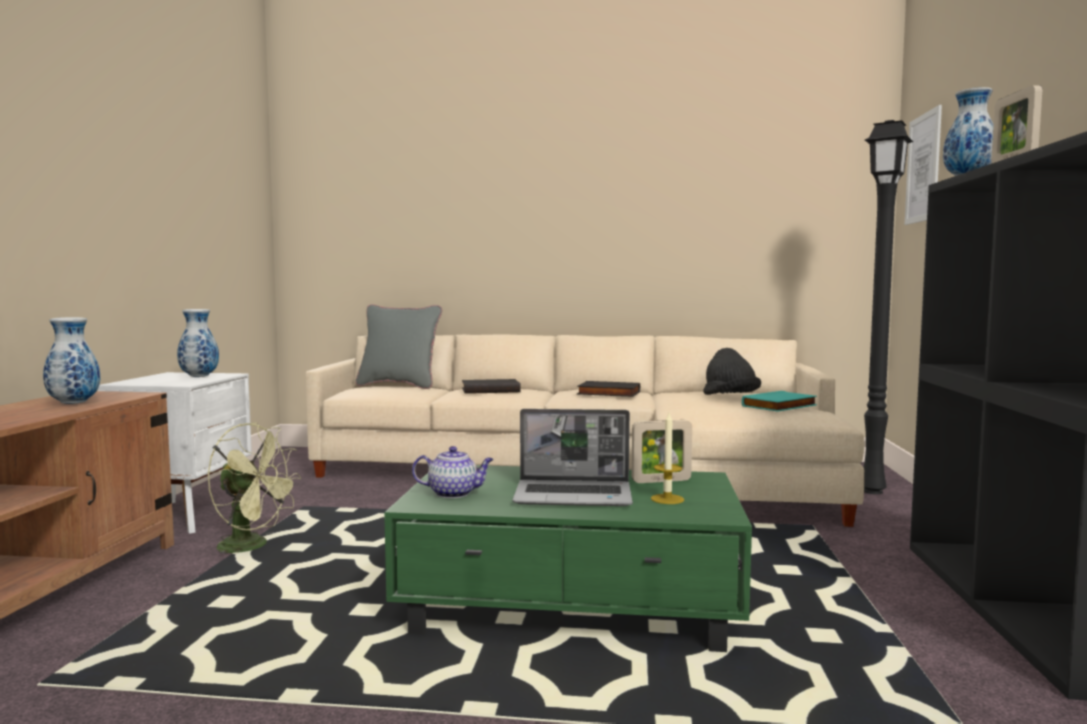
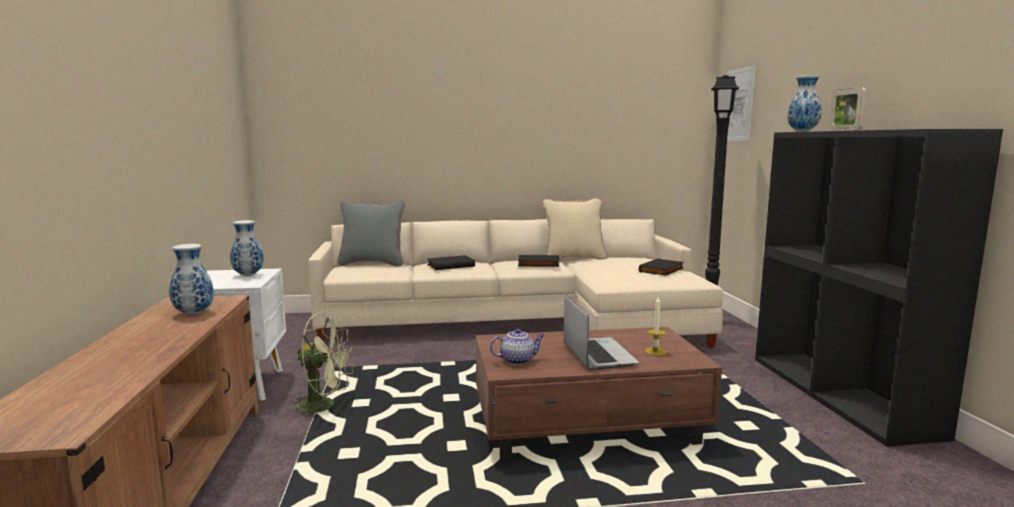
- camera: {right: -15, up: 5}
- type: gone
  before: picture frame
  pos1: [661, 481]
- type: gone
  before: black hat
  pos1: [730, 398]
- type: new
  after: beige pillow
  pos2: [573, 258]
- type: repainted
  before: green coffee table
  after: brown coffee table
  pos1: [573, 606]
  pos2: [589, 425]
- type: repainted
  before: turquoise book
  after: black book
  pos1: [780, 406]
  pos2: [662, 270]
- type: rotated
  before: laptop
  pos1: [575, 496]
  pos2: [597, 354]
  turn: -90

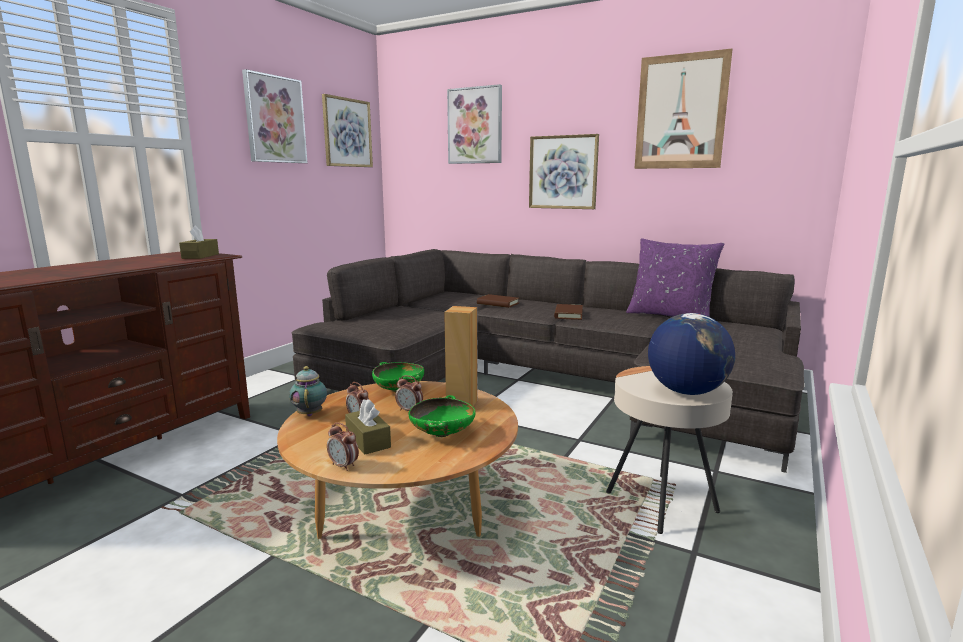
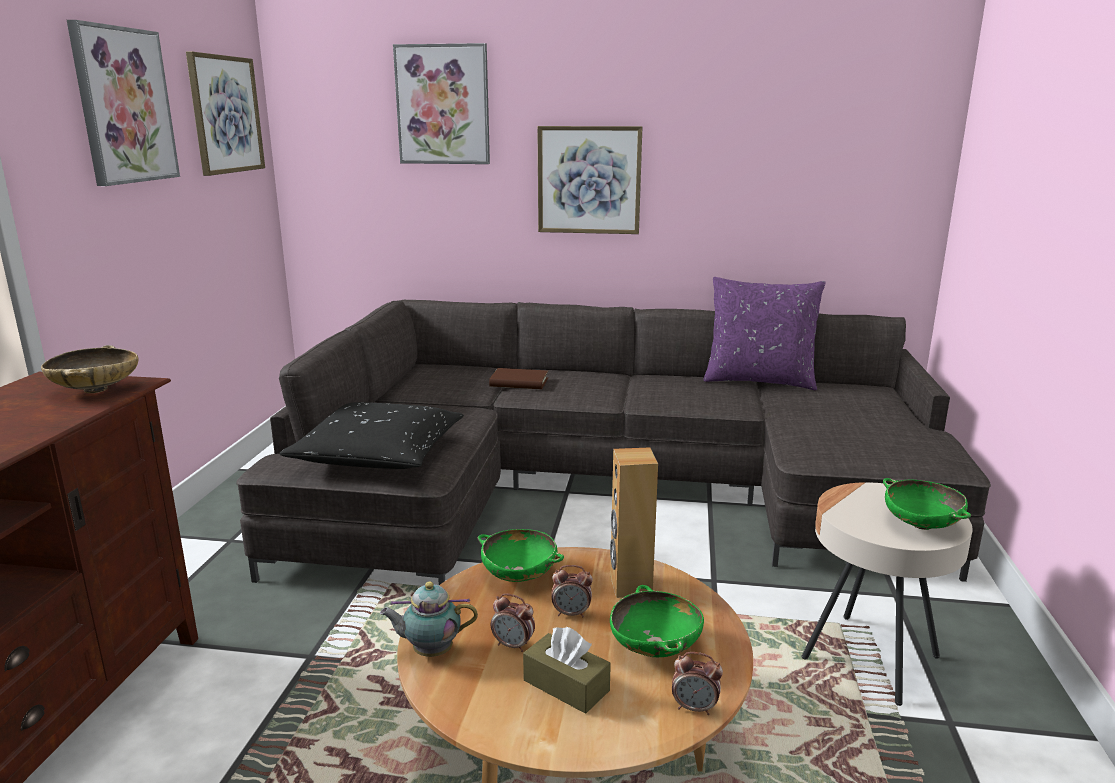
- camera: {right: -20, up: 5}
- type: gone
  before: brown book
  pos1: [568, 314]
- type: gone
  before: picture
  pos1: [680, 112]
- type: new
  after: black pillow
  pos2: [378, 453]
- type: shifted
  before: alarm clock
  pos1: [344, 466]
  pos2: [695, 708]
- type: swapped
  before: brown tissue box
  after: beige bowl
  pos1: [200, 256]
  pos2: [96, 390]
- type: swapped
  before: globe
  after: green bowl
  pos1: [686, 391]
  pos2: [921, 525]
- type: rotated
  before: teapot
  pos1: [310, 413]
  pos2: [430, 651]
  turn: -60

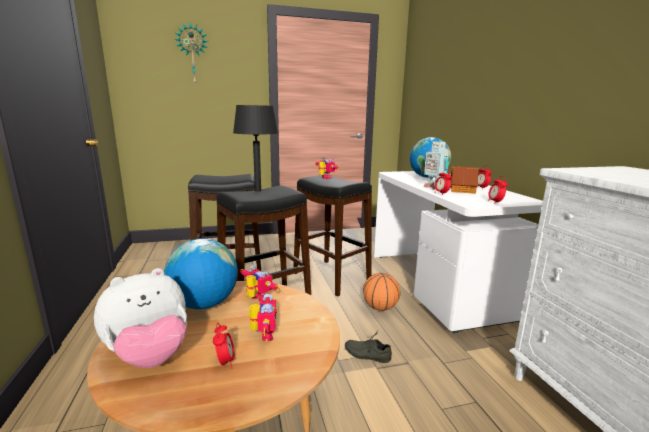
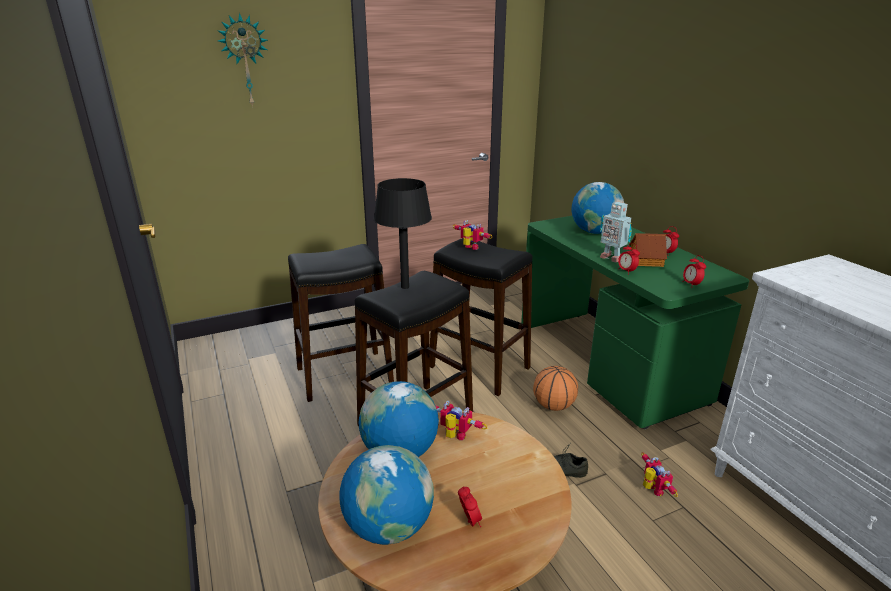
- camera: {right: -10, up: 10}
- type: shifted
  before: toy robot
  pos1: [263, 335]
  pos2: [652, 490]
- type: swapped
  before: plush toy
  after: globe
  pos1: [150, 356]
  pos2: [389, 527]
- type: repainted
  before: white desk
  after: green desk
  pos1: [437, 284]
  pos2: [609, 363]

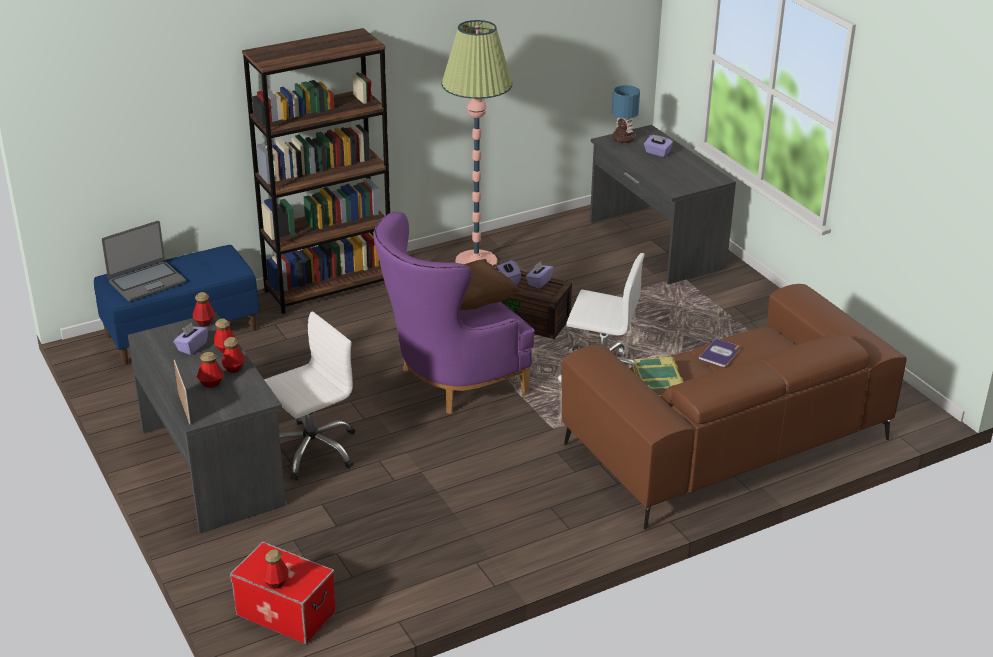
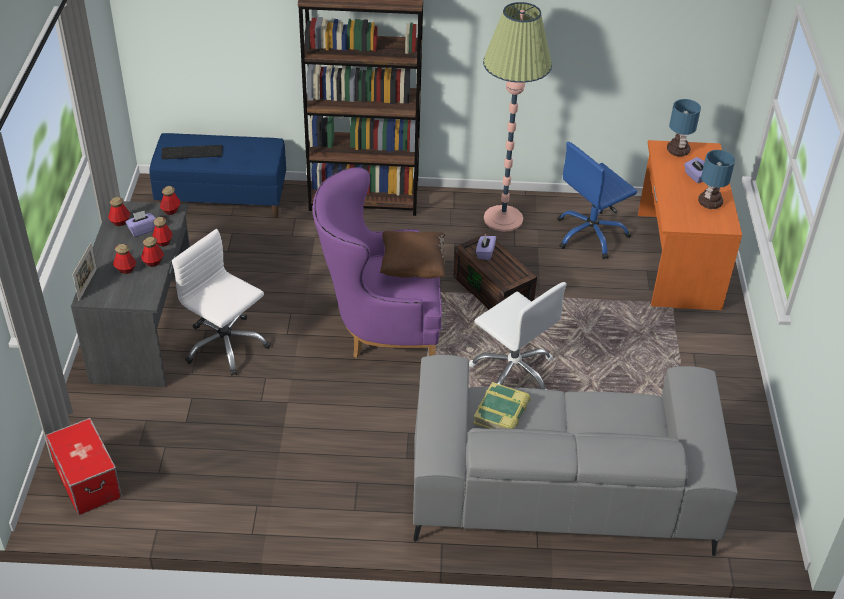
- camera: {right: 30, up: 10}
- type: gone
  before: purple tissue box
  pos1: [539, 282]
- type: gone
  before: book
  pos1: [720, 353]
- type: new
  after: blue office chair
  pos2: [591, 235]
- type: new
  after: table lamp
  pos2: [710, 203]
- type: shifted
  before: bottle
  pos1: [276, 582]
  pos2: [120, 222]
- type: swapped
  before: laptop
  after: keyboard
  pos1: [146, 282]
  pos2: [192, 151]
- type: repainted
  before: brown sofa
  after: grey sofa
  pos1: [725, 440]
  pos2: [560, 487]
- type: repainted
  before: grey desk
  after: orange desk
  pos1: [654, 245]
  pos2: [676, 260]
- type: rotated
  before: white office chair
  pos1: [312, 450]
  pos2: [225, 345]
  turn: -135

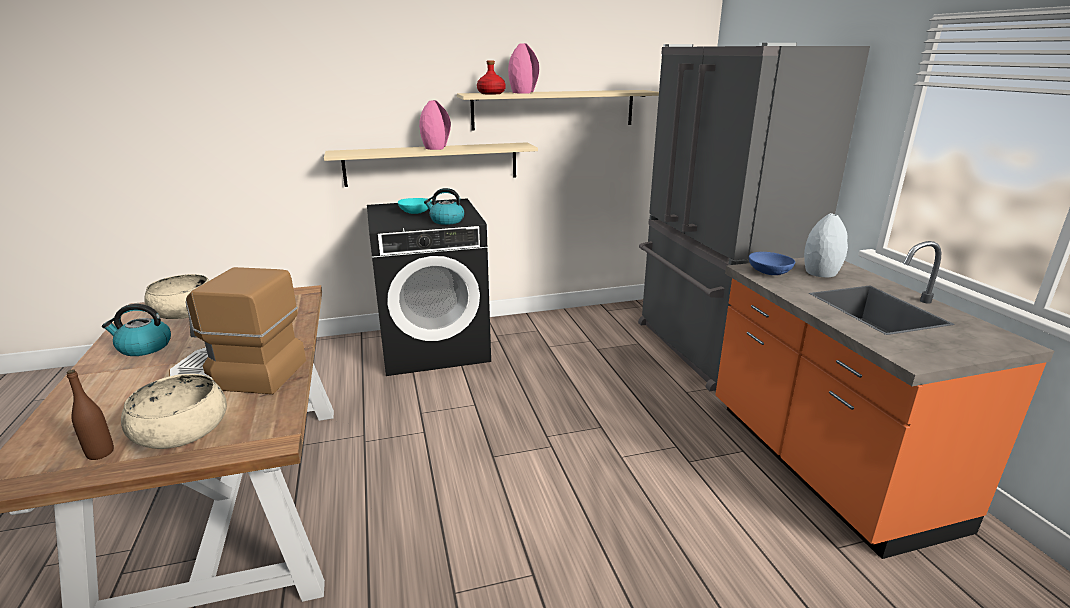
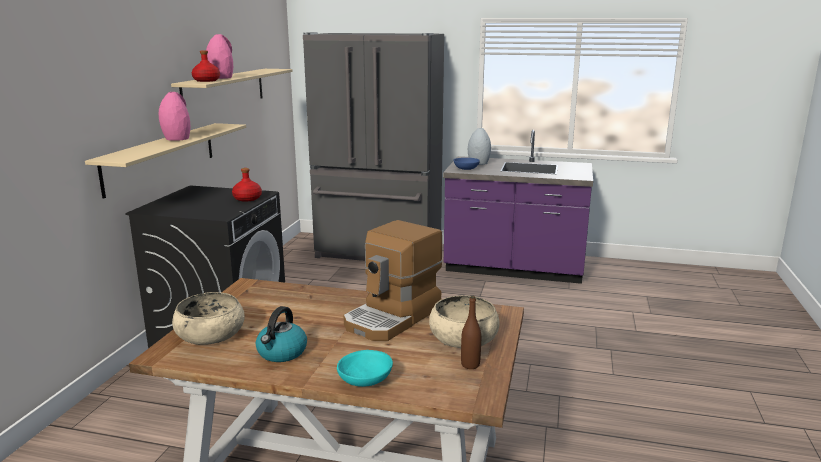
- camera: {right: -60, up: -5}
- type: shifted
  before: turquoise bowl
  pos1: [415, 213]
  pos2: [365, 381]
- type: swapped
  before: kettle
  after: red bottle
  pos1: [446, 221]
  pos2: [248, 198]
- type: repainted
  before: orange counter
  after: purple counter
  pos1: [823, 464]
  pos2: [514, 268]

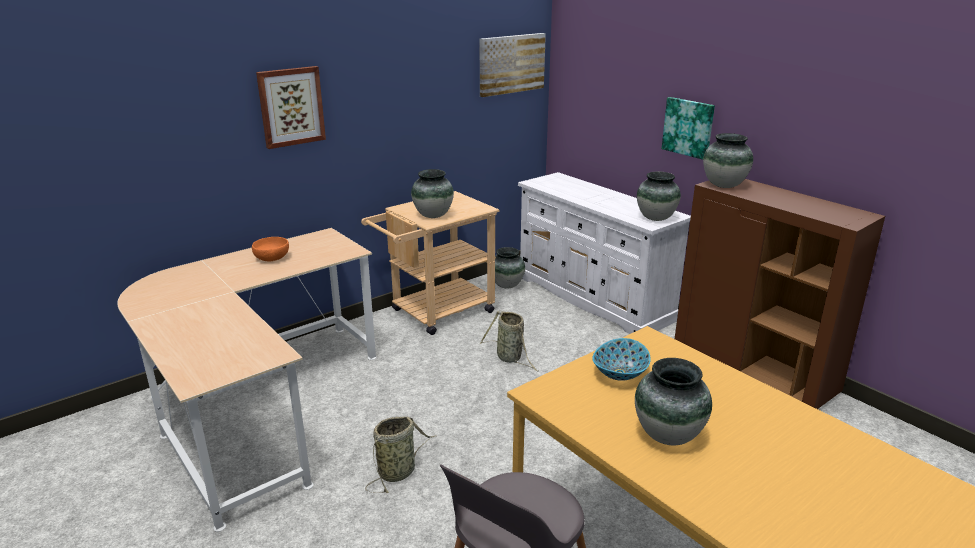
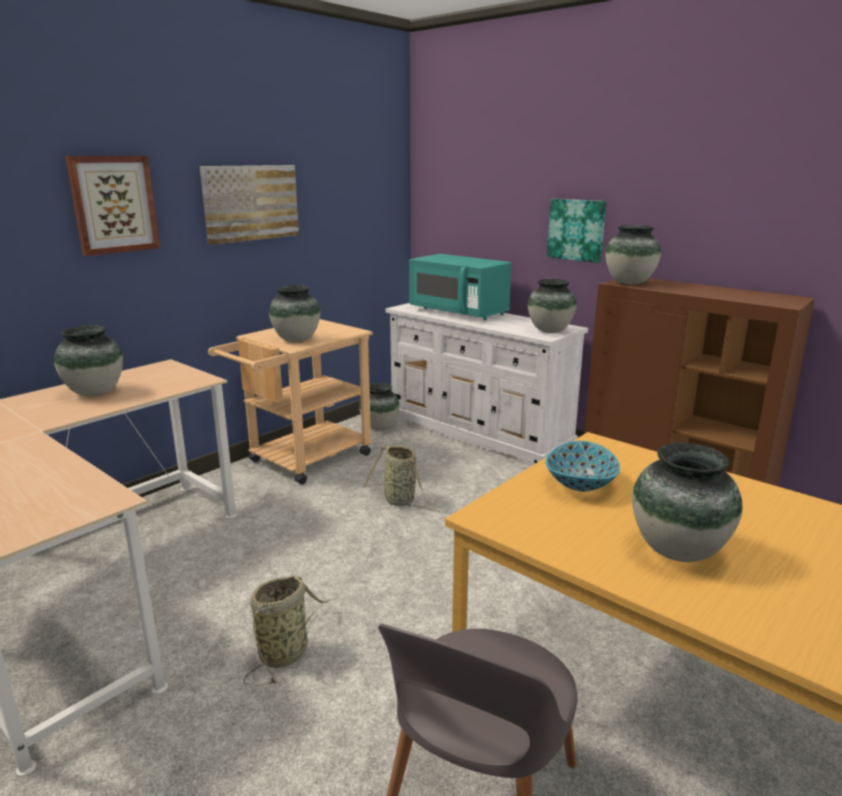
- camera: {right: -10, up: -5}
- type: new
  after: turquoise microwave
  pos2: [458, 312]
- type: shifted
  before: picture
  pos1: [511, 64]
  pos2: [250, 203]
- type: swapped
  before: orange bowl
  after: vase
  pos1: [272, 258]
  pos2: [95, 392]

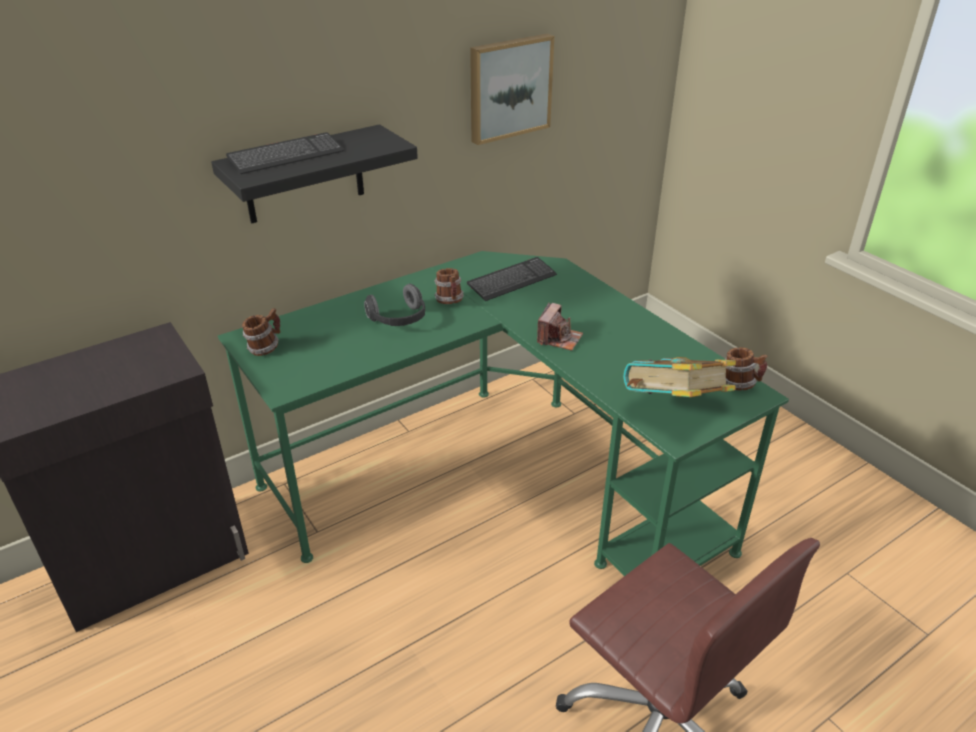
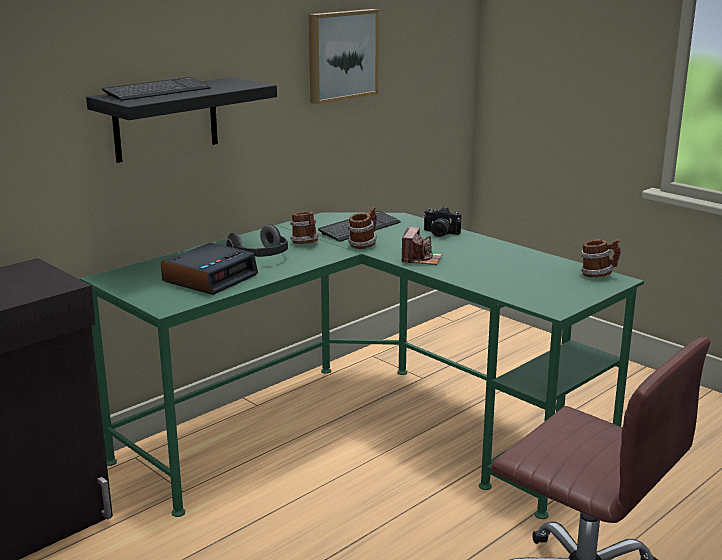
- camera: {right: -10, up: -15}
- type: gone
  before: book
  pos1: [674, 407]
- type: new
  after: alarm clock
  pos2: [210, 278]
- type: new
  after: photo camera
  pos2: [440, 233]
- type: shifted
  before: mug
  pos1: [265, 348]
  pos2: [363, 245]

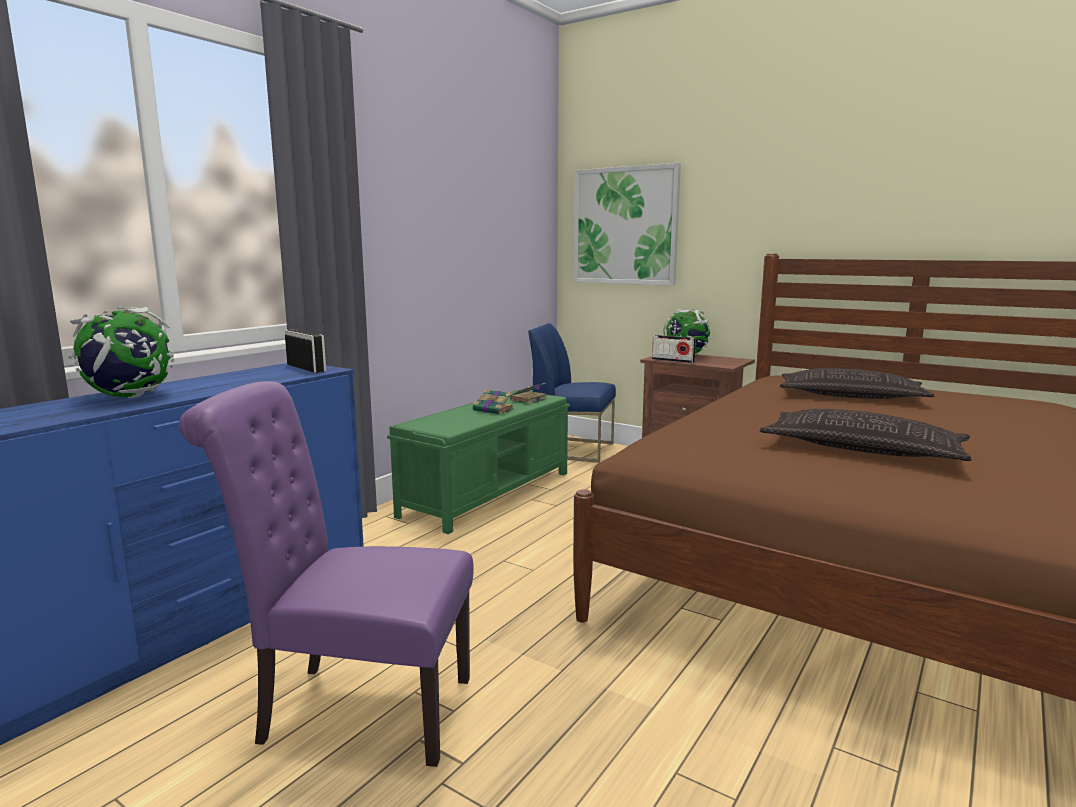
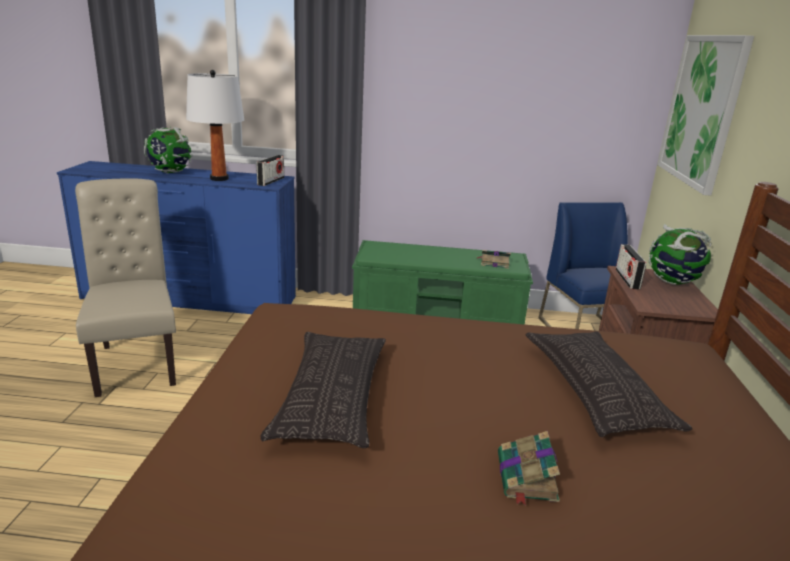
- camera: {right: 60, up: 10}
- type: new
  after: white table lamp
  pos2: [219, 179]
- type: shifted
  before: book
  pos1: [494, 410]
  pos2: [527, 478]
- type: repainted
  before: purple chair
  after: beige chair
  pos1: [354, 709]
  pos2: [137, 361]

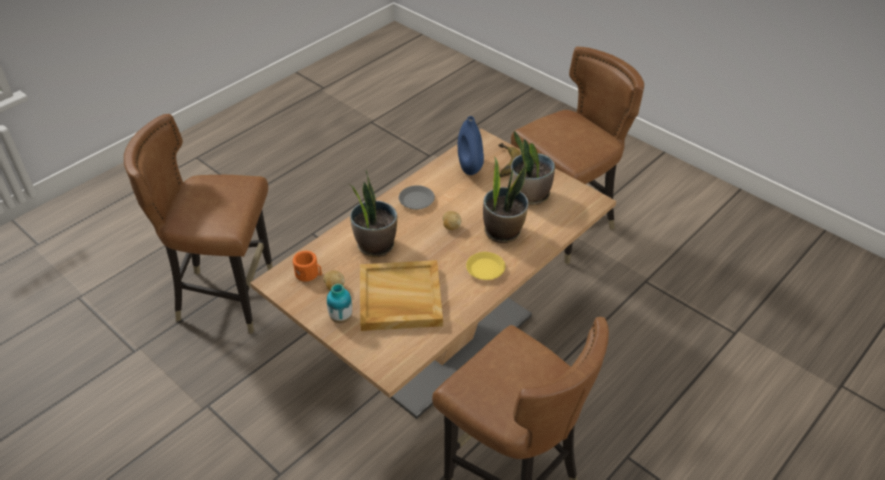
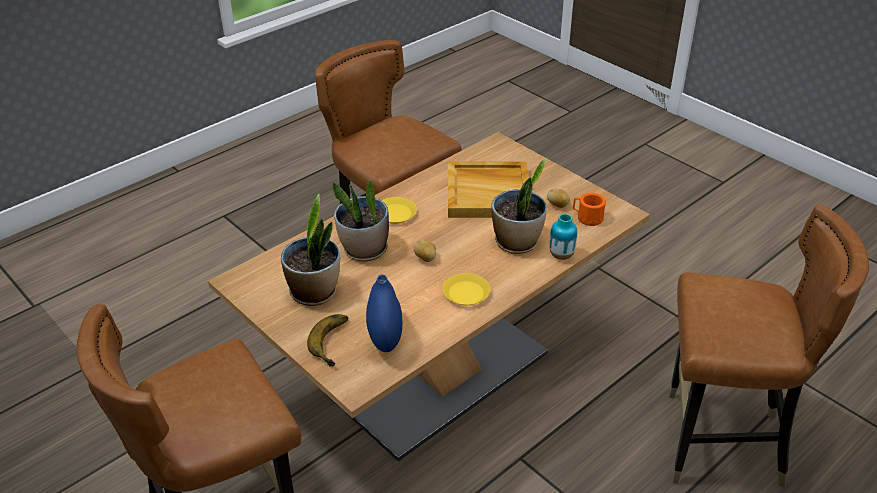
- camera: {right: -175, up: -5}
- type: shifted
  before: vase
  pos1: [341, 318]
  pos2: [561, 255]
- type: repainted
  before: grey plate
  after: yellow plate
  pos1: [416, 200]
  pos2: [466, 293]

